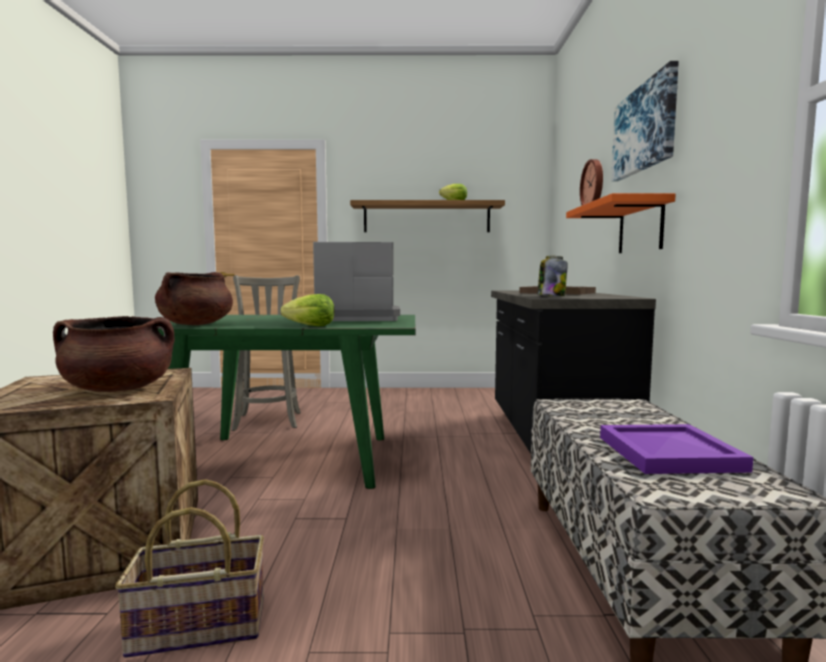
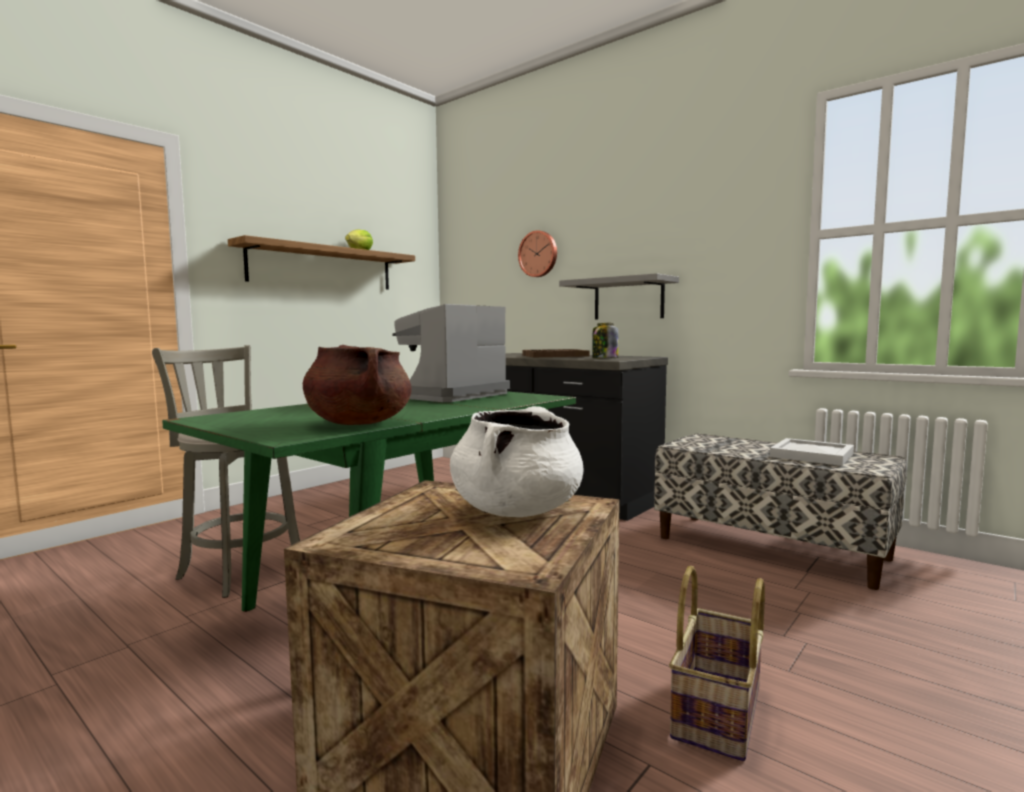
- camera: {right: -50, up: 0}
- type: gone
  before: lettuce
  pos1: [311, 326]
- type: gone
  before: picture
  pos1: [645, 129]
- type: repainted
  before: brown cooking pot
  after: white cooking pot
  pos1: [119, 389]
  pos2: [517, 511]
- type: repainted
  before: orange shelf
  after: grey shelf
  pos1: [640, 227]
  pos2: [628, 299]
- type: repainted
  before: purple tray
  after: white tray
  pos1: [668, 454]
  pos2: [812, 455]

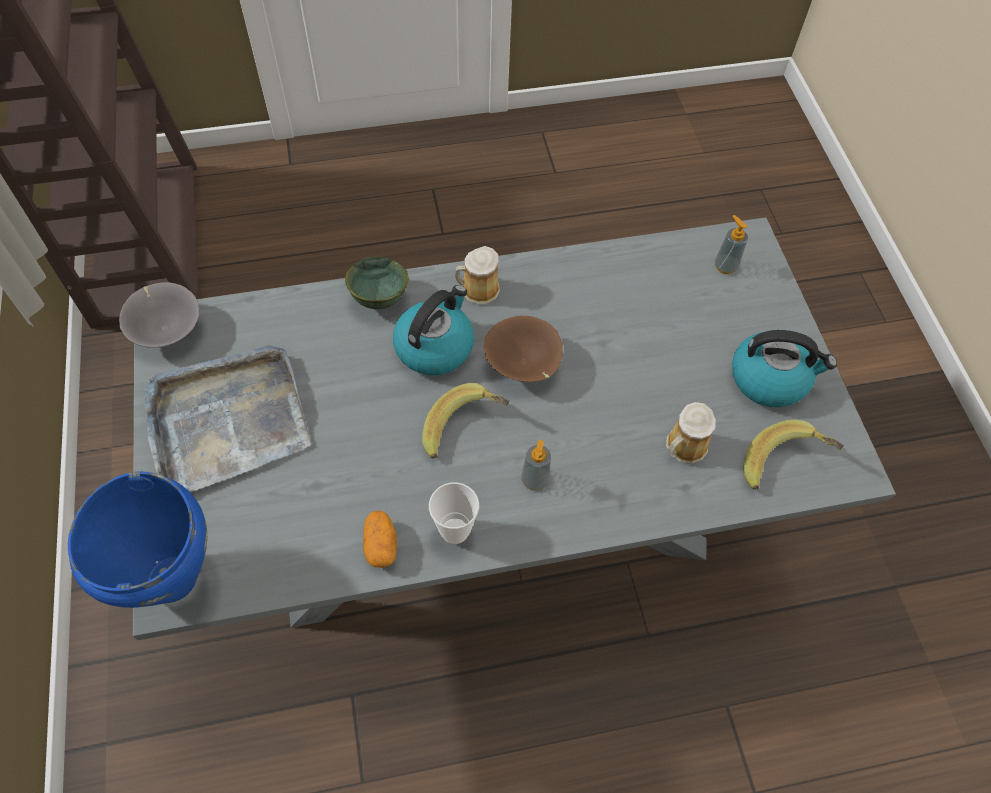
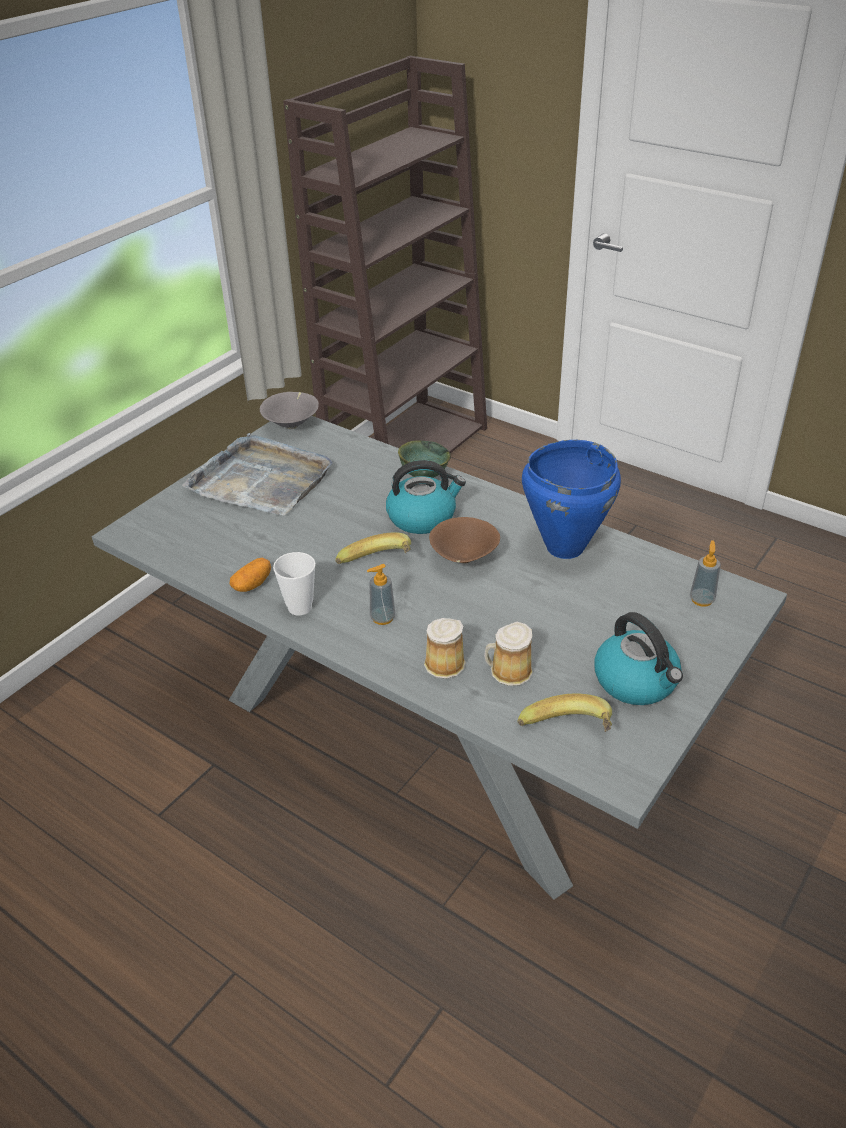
- camera: {right: 50, up: -20}
- type: shifted
  before: blue cooking pot
  pos1: [171, 580]
  pos2: [564, 547]
- type: shifted
  before: mug
  pos1: [477, 289]
  pos2: [442, 663]

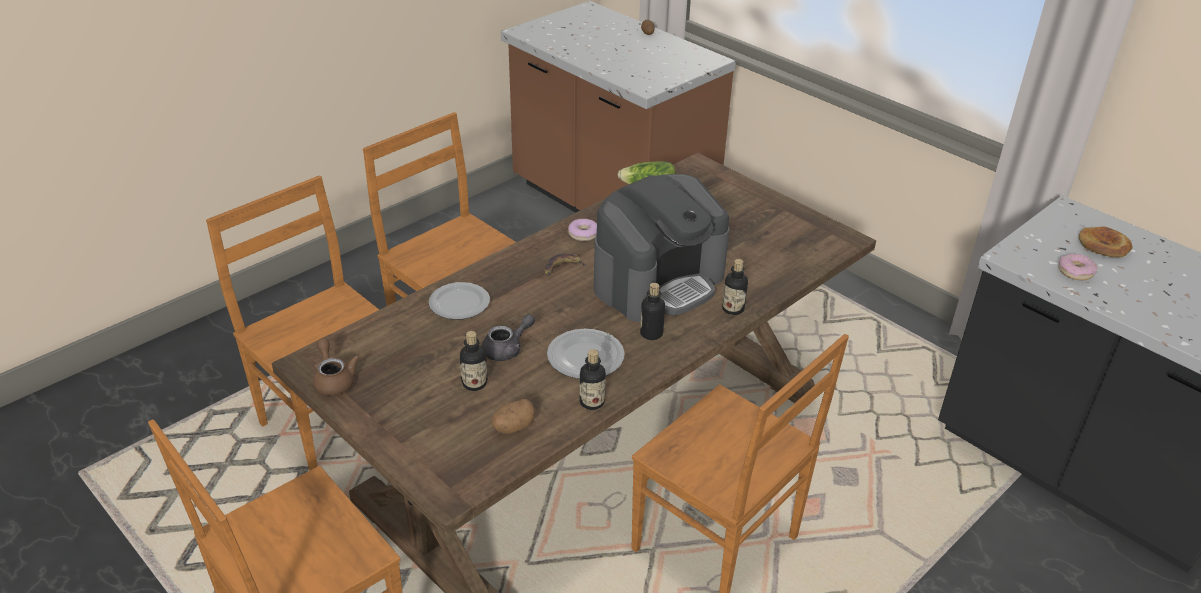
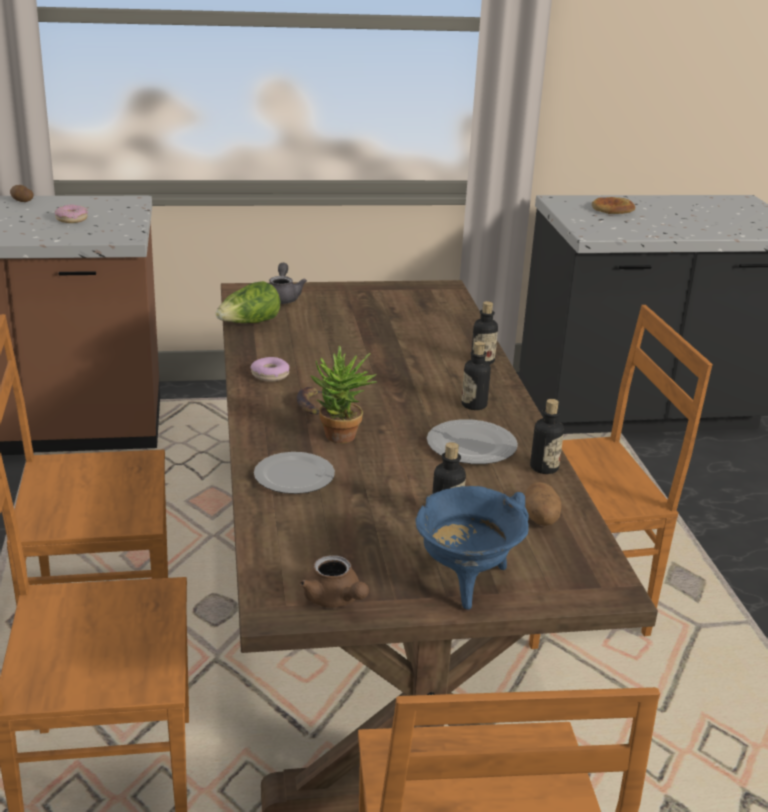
- camera: {right: -55, up: -10}
- type: gone
  before: coffee machine
  pos1: [658, 282]
- type: new
  after: potted plant
  pos2: [341, 439]
- type: new
  after: blue cooking pot
  pos2: [466, 582]
- type: shifted
  before: grey teapot
  pos1: [507, 349]
  pos2: [282, 297]
- type: shifted
  before: donut
  pos1: [1075, 272]
  pos2: [72, 219]
- type: rotated
  before: brown teapot
  pos1: [334, 380]
  pos2: [335, 600]
  turn: -135

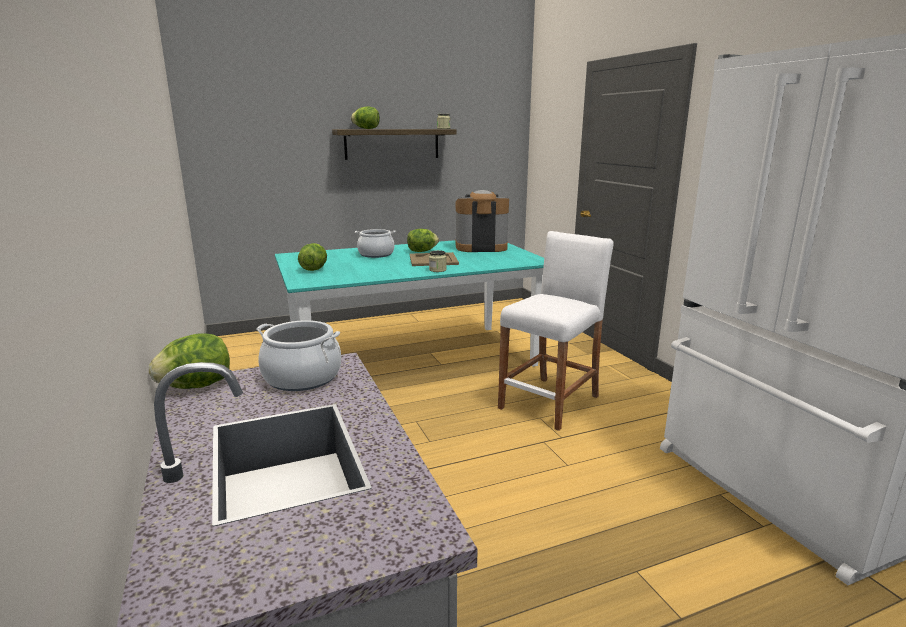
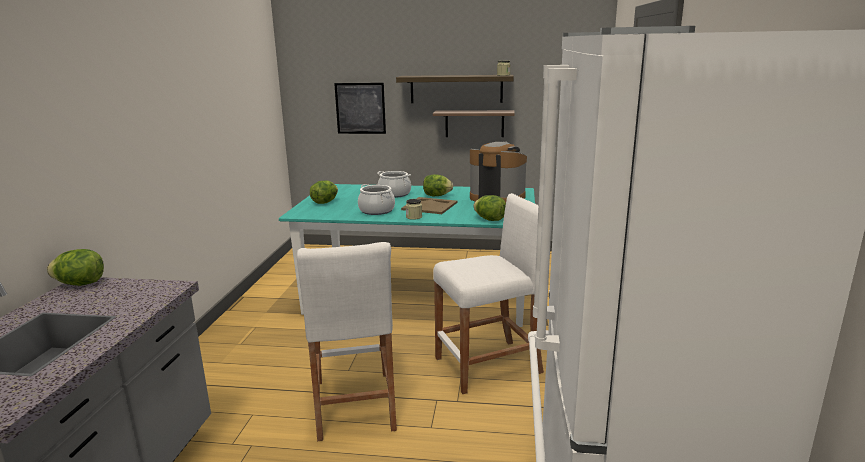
- camera: {right: 30, up: 0}
- type: new
  after: white stool
  pos2: [354, 404]
- type: new
  after: picture
  pos2: [360, 108]
- type: new
  after: shelf
  pos2: [474, 123]
- type: shifted
  before: cooking pot
  pos1: [302, 377]
  pos2: [377, 210]
- type: shifted
  before: lettuce
  pos1: [366, 129]
  pos2: [490, 219]

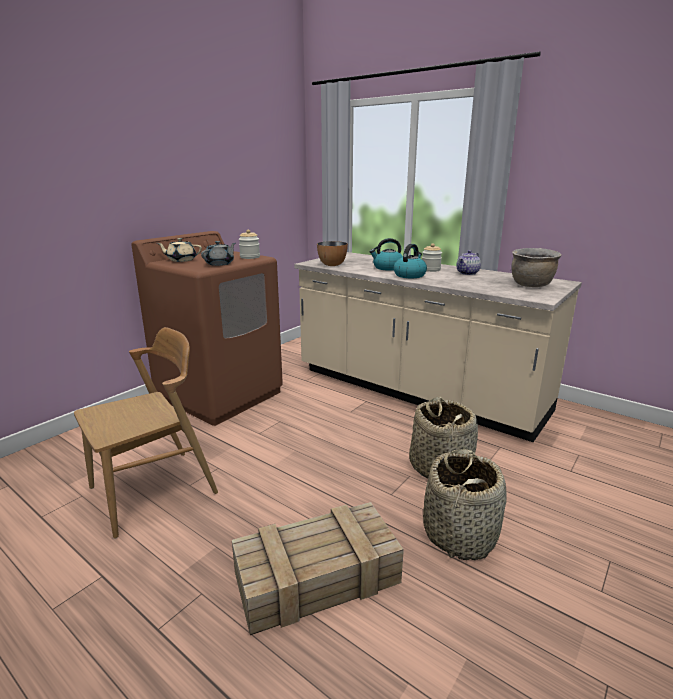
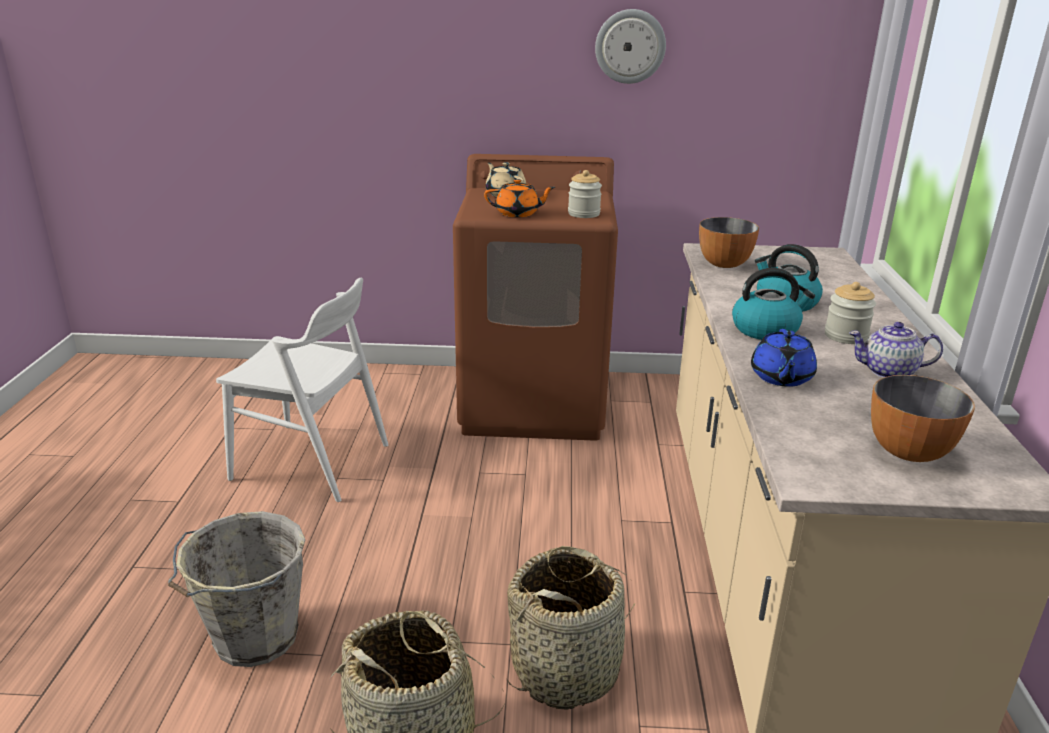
- camera: {right: 55, up: 5}
- type: new
  after: wall clock
  pos2: [630, 46]
- type: new
  after: blue teapot
  pos2: [781, 377]
- type: swapped
  before: crate
  after: grey bucket
  pos1: [319, 576]
  pos2: [253, 639]
- type: swapped
  before: brown cooking pot
  after: bowl
  pos1: [531, 285]
  pos2: [909, 452]
- type: repainted
  before: brown chair
  after: white chair
  pos1: [154, 490]
  pos2: [311, 462]
- type: repainted
  before: grey teapot
  after: orange teapot
  pos1: [220, 264]
  pos2: [518, 213]

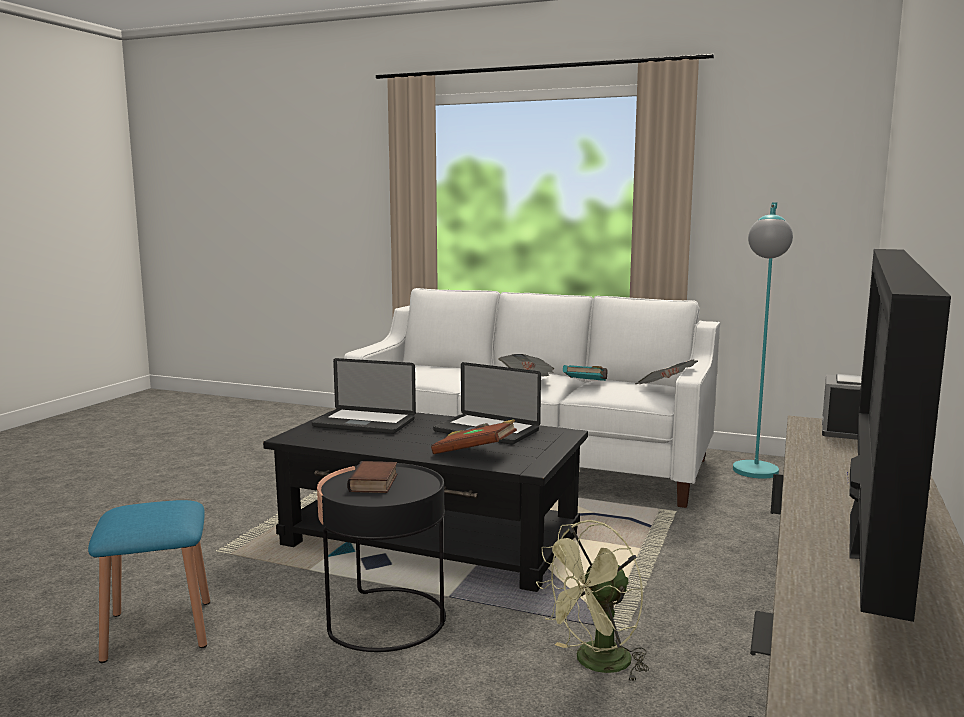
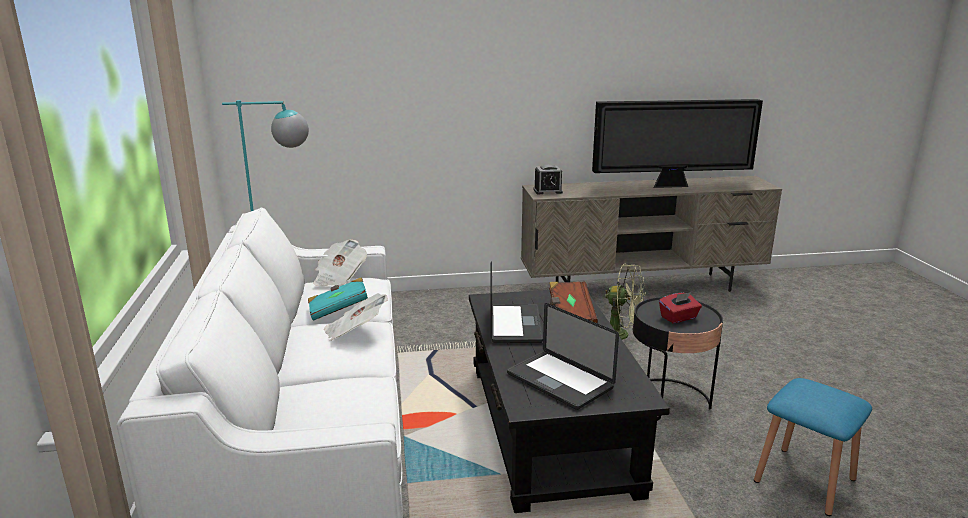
- camera: {right: -120, up: 10}
- type: swapped
  before: book
  after: red tissue box
  pos1: [375, 483]
  pos2: [679, 318]
- type: rotated
  before: laptop
  pos1: [364, 423]
  pos2: [559, 381]
  turn: 150

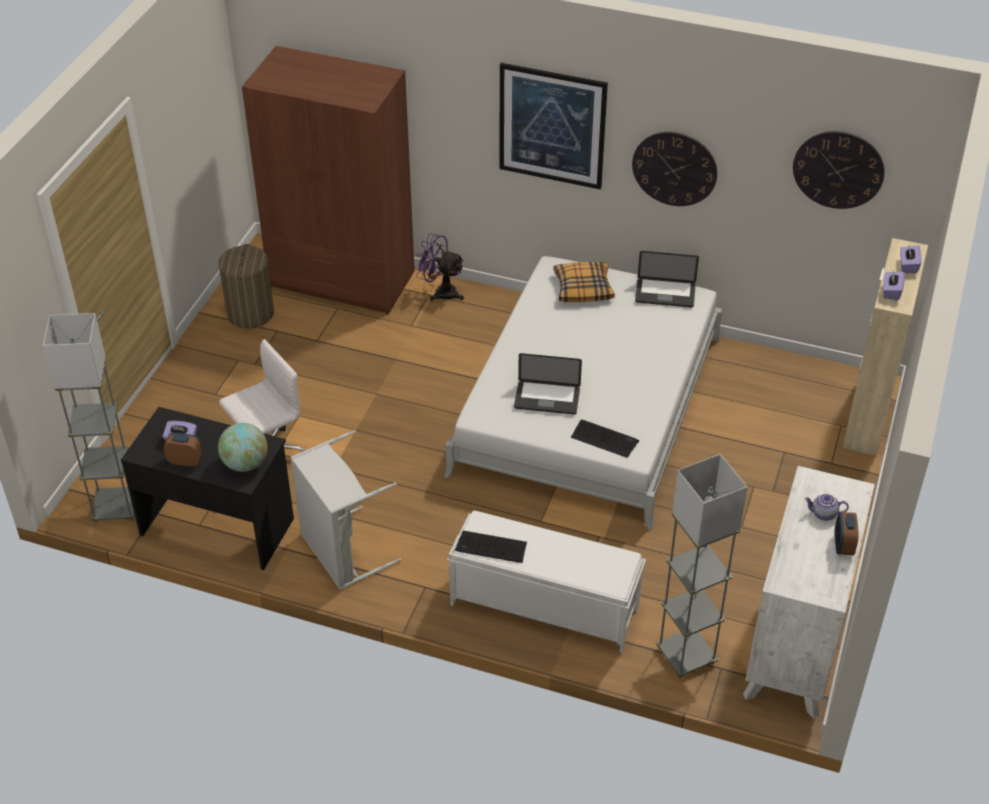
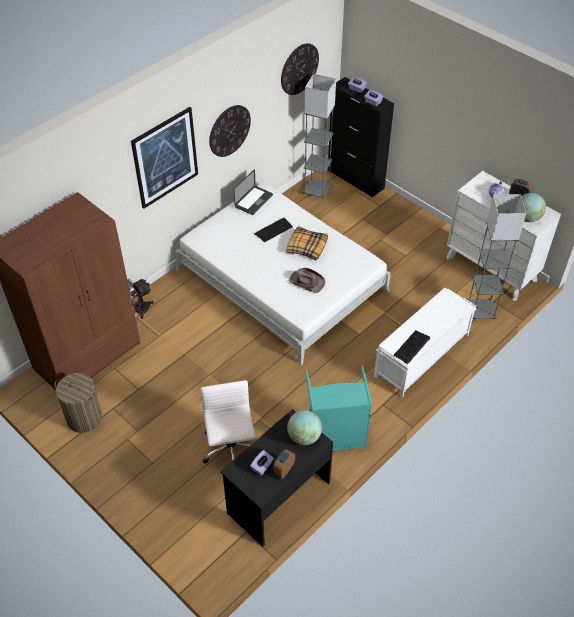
- camera: {right: -65, up: 5}
- type: new
  after: globe
  pos2: [527, 218]
- type: shifted
  before: grey floor lamp
  pos1: [115, 508]
  pos2: [316, 191]
- type: shifted
  before: pillow
  pos1: [583, 288]
  pos2: [306, 247]
- type: shifted
  before: keyboard
  pos1: [604, 439]
  pos2: [273, 230]
- type: swapped
  before: laptop
  after: brown hat
  pos1: [547, 398]
  pos2: [307, 281]
- type: repainted
  before: grey laundry basket
  after: turquoise laundry basket
  pos1: [340, 552]
  pos2: [335, 437]
- type: repainted
  before: beige cabinet
  after: black cabinet
  pos1: [867, 416]
  pos2: [356, 179]

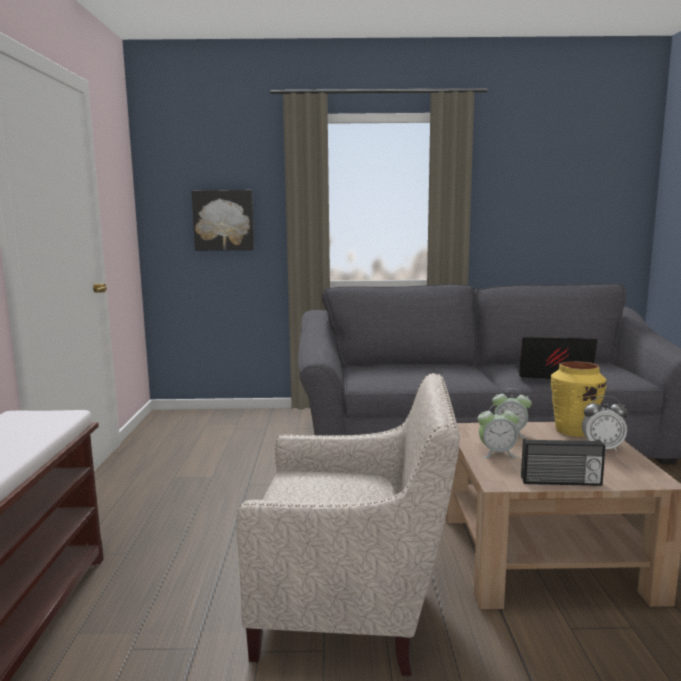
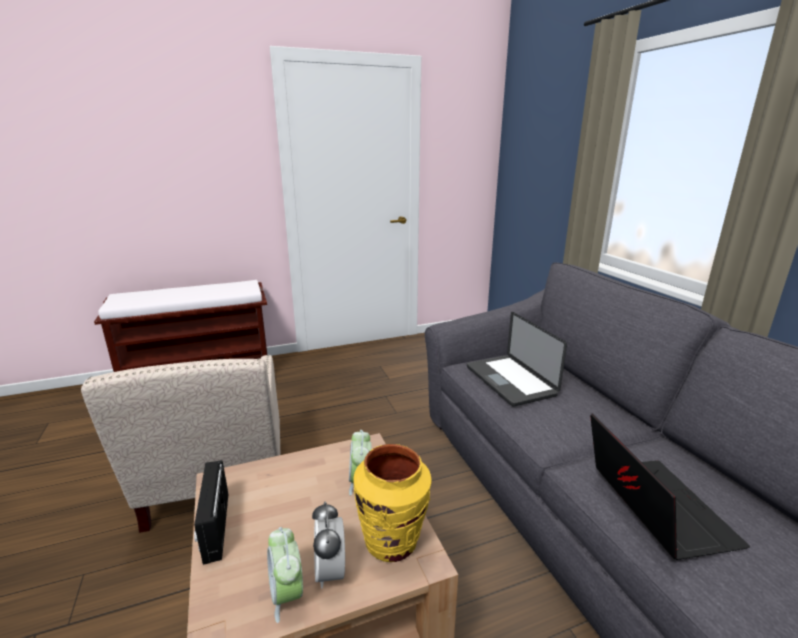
- camera: {right: 70, up: 10}
- type: gone
  before: picture
  pos1: [223, 220]
- type: new
  after: laptop
  pos2: [510, 381]
- type: shifted
  before: alarm clock
  pos1: [497, 453]
  pos2: [287, 594]

